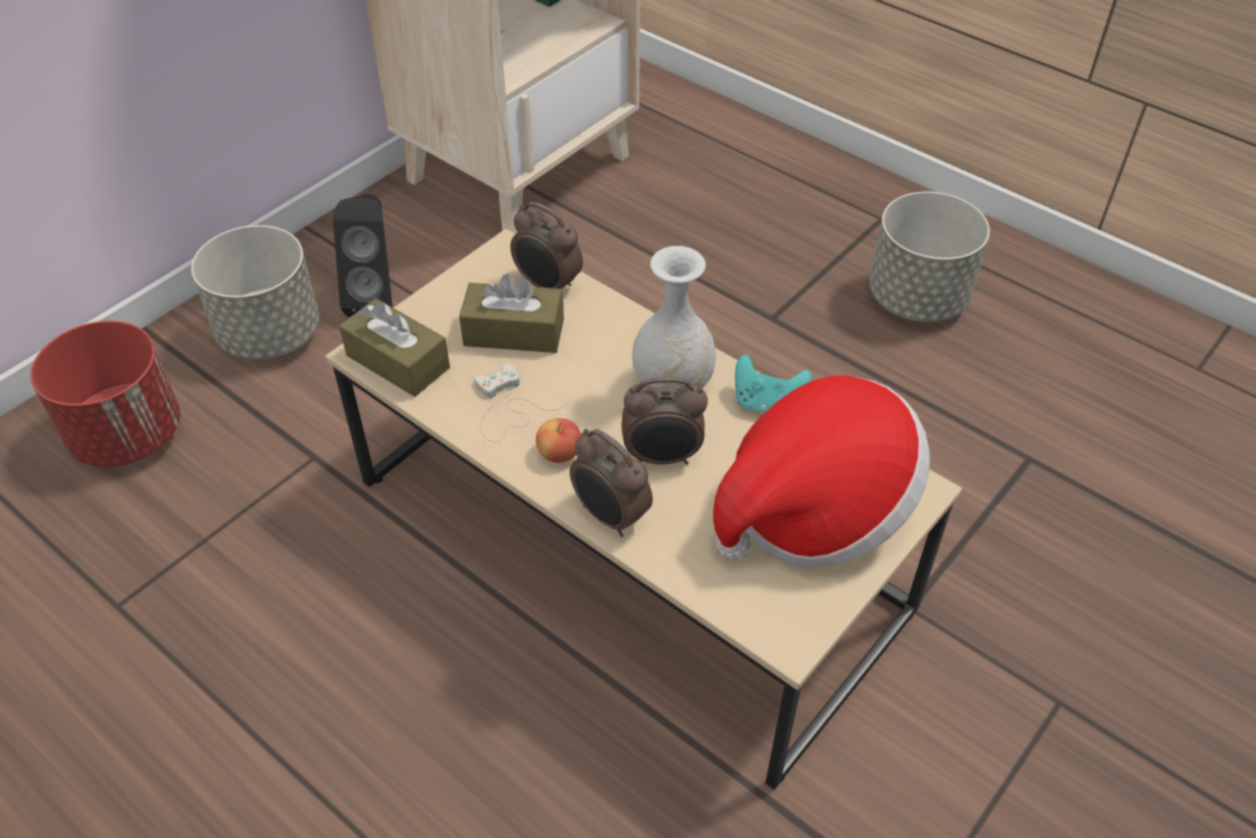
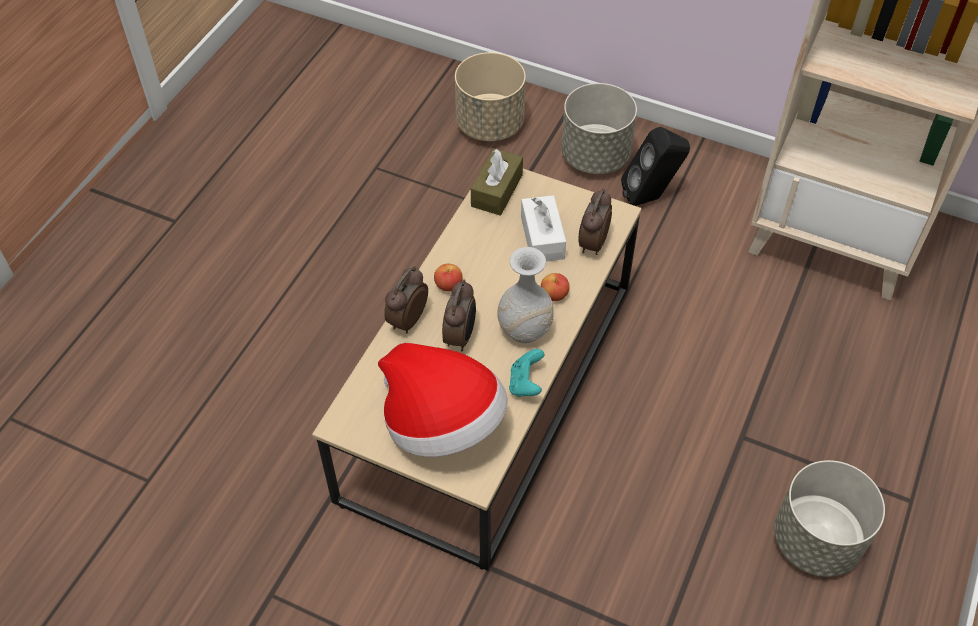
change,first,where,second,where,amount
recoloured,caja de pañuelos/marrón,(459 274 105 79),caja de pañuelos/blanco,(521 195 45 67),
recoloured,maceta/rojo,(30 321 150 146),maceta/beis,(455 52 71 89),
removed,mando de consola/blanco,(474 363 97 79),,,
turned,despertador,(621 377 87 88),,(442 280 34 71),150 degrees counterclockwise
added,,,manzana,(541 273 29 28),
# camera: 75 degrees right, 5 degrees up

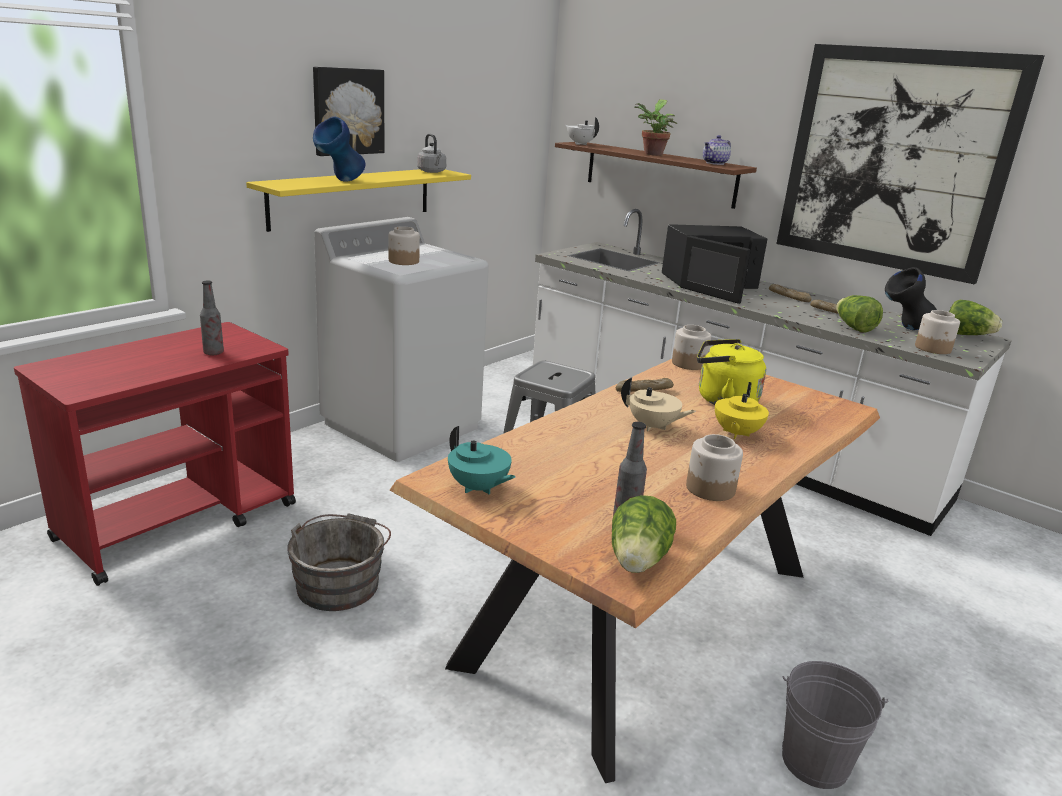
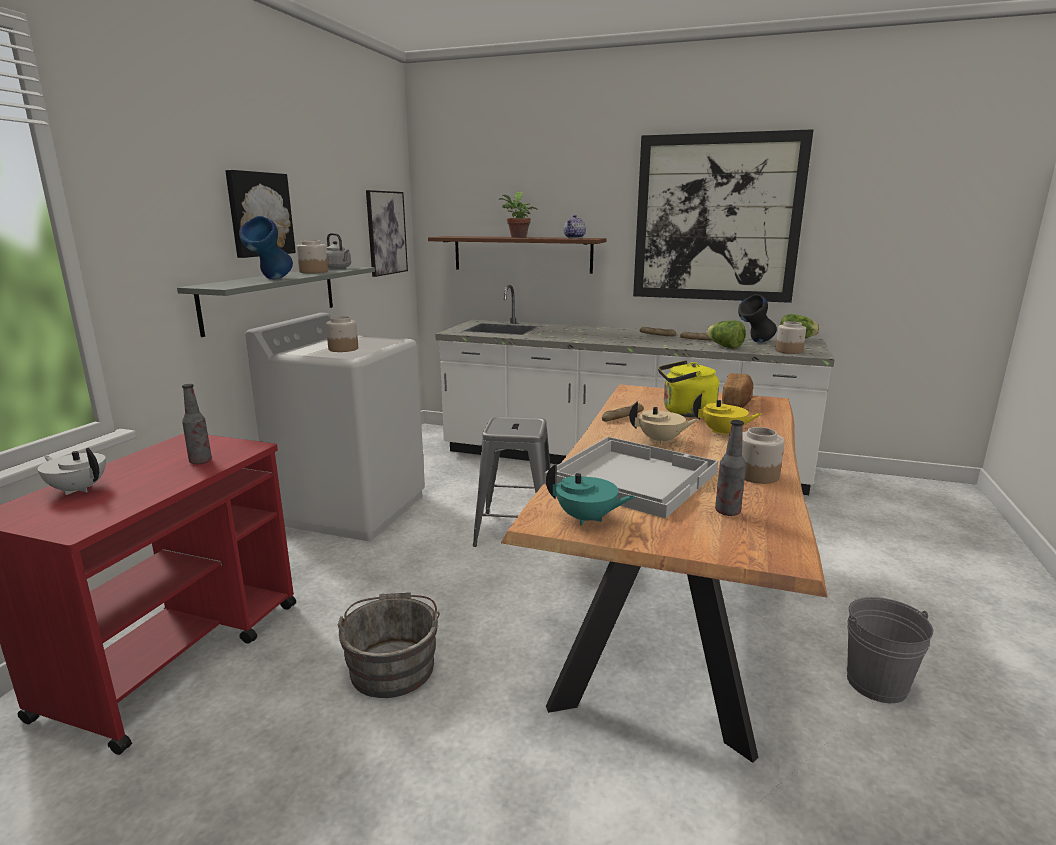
change,first,where,second,where,amount
moved,tetera/blanco,(565 117 34 28),,(38 448 68 47),
recoloured,estante/amarillo,(246 169 225 63),estante/gris,(177 267 198 70),
removed,microondas/negro,(662 224 105 80),,,
moved,tarro,(672 325 39 45),,(297 240 31 33),
turned,tetera/amarillo,(715 382 54 57),,(693 394 69 43),75 degrees counterclockwise
removed,lechuga,(612 495 64 78),,,
added,,,cuadro,(366 190 42 87),
added,,,pan,(722 373 32 35),
added,,,bandeja/blanco,(544 437 174 82),
# camera: 20 degrees left, 5 degrees down

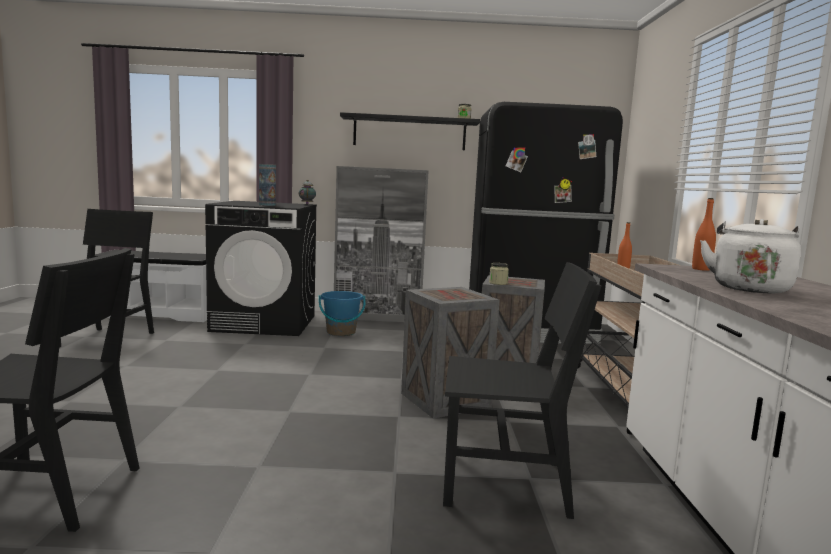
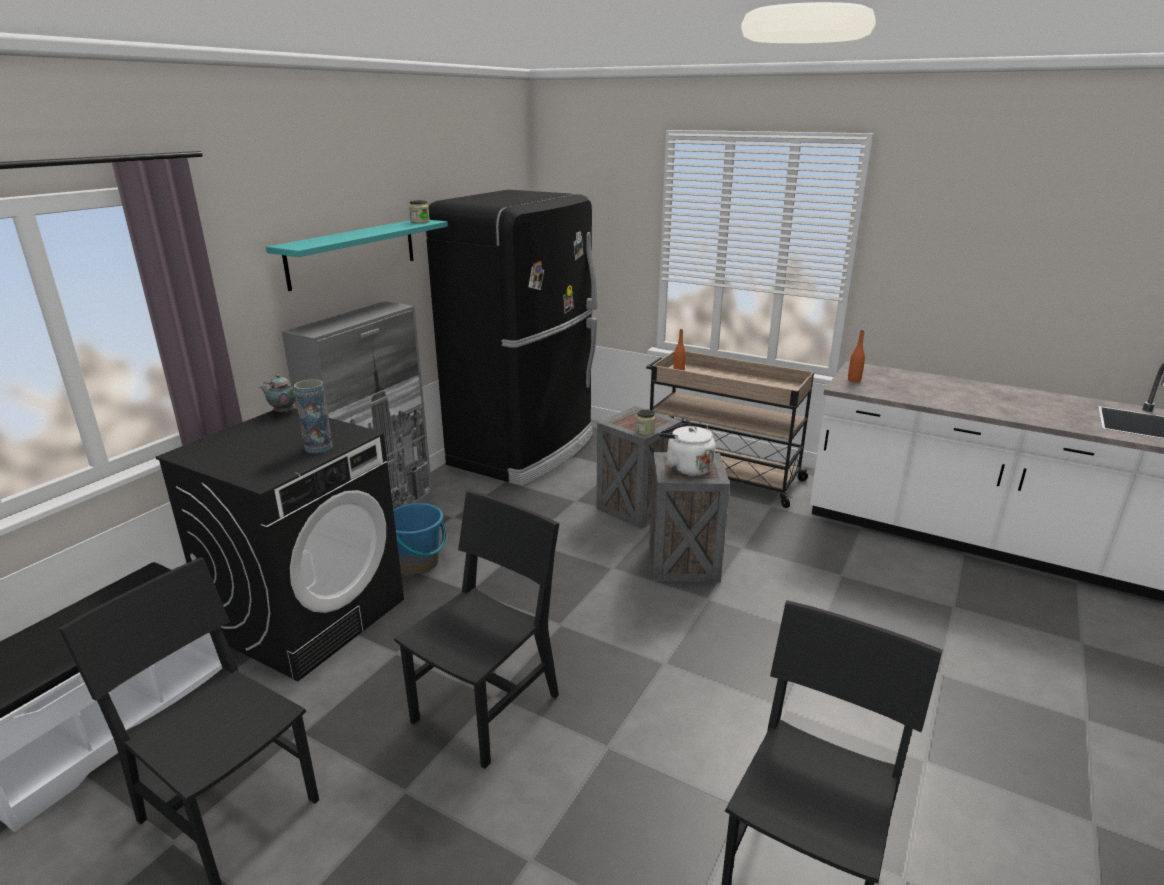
change,first,where,second,where,amount
recoloured,estante/negro,(340 112 140 38),estante/turquesa,(266 220 182 71),
moved,hervidor/blanco,(700 219 101 74),,(659 422 57 54),
moved,silla/negro,(443 262 158 257),,(394 490 166 279),
# camera: 60 degrees left, 15 degrees up

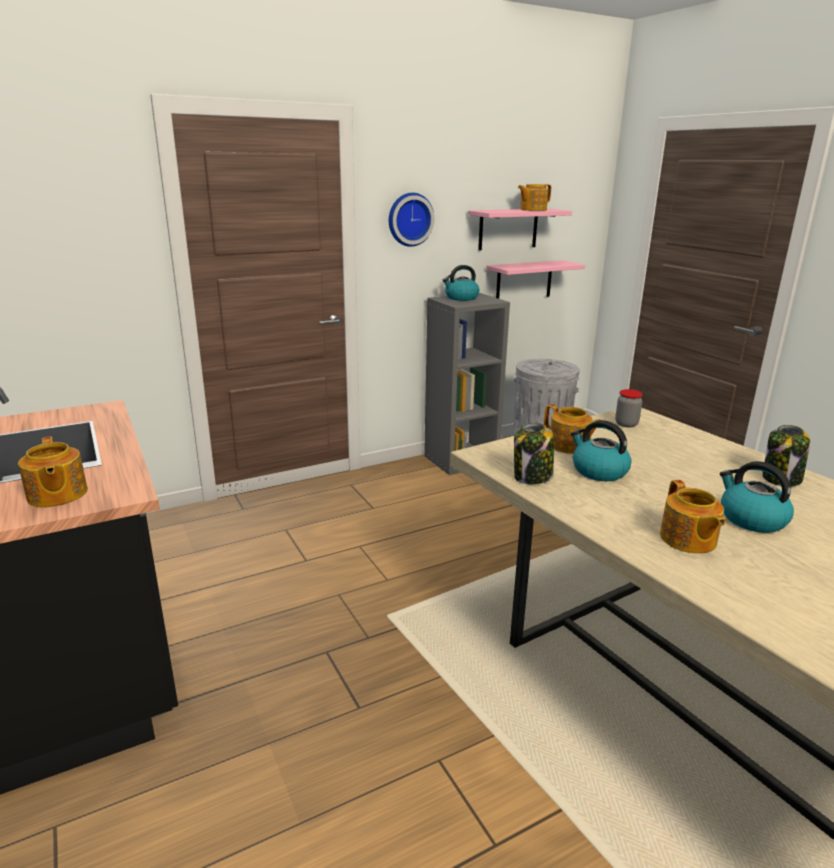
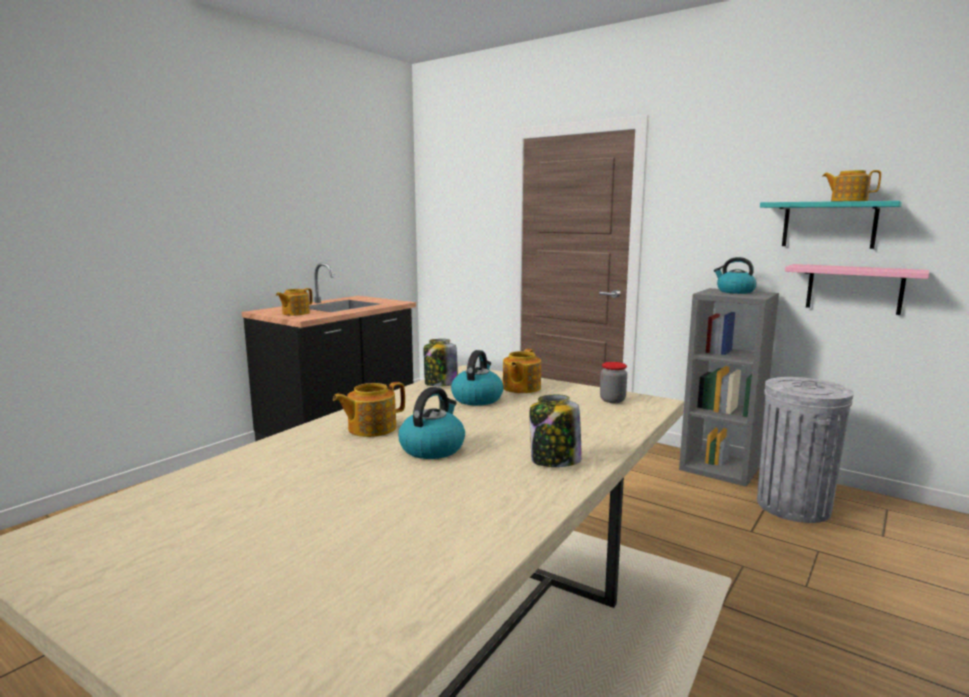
change,first,where,second,where,amount
removed,reloj de pared,(389 193 45 54),,,
recoloured,estante/rosa,(468 209 104 41),estante/turquesa,(760 201 142 48),
# camera: 65 degrees right, 10 degrees down

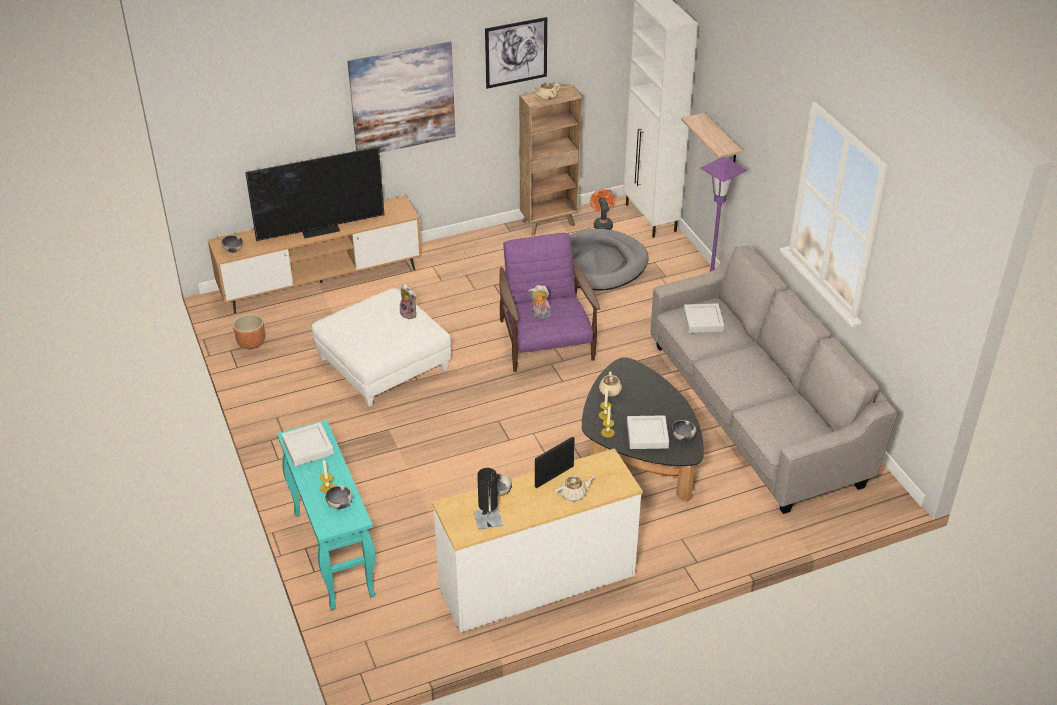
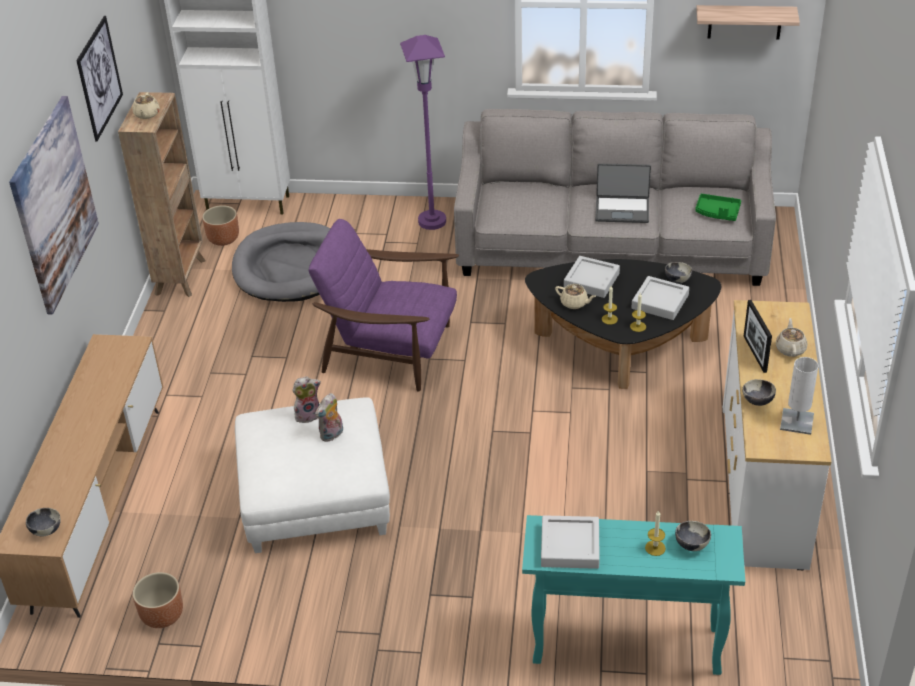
change,first,where,second,where,amount
moved,estante,(681 113 61 49),,(696 5 104 35),
removed,televisor,(245 147 139 94),,,
replaced,ventilador/naranja,(590 189 25 41),maceta/marrón,(202 205 37 41),
moved,peluche,(528 285 22 33),,(315 393 28 49),
moved,bandeja/gris,(683 303 41 30),,(564 256 56 42),
recoloured,lámpara de mesa/negro,(474 468 29 62),lámpara de mesa/blanco,(780 357 38 78),
added,,,portátil,(595 163 56 60),
added,,,bandeja/verde,(695 194 46 27),
# camera: 60 degrees left, 0 degrees up

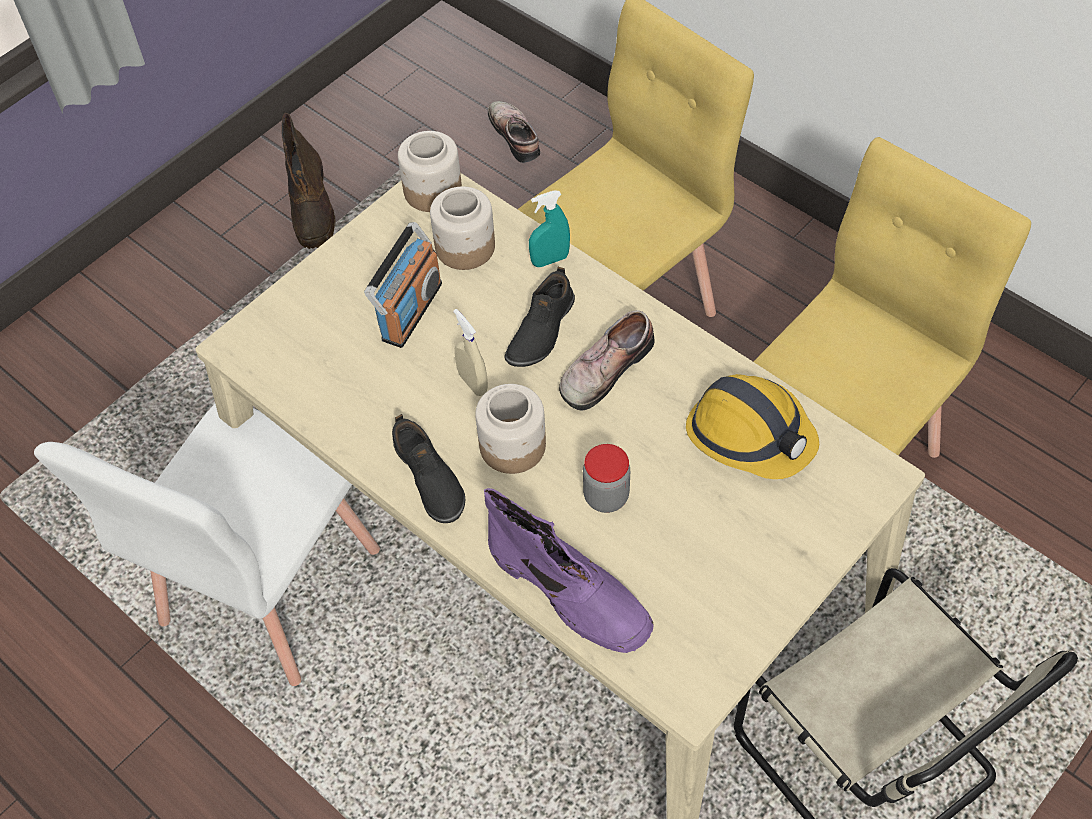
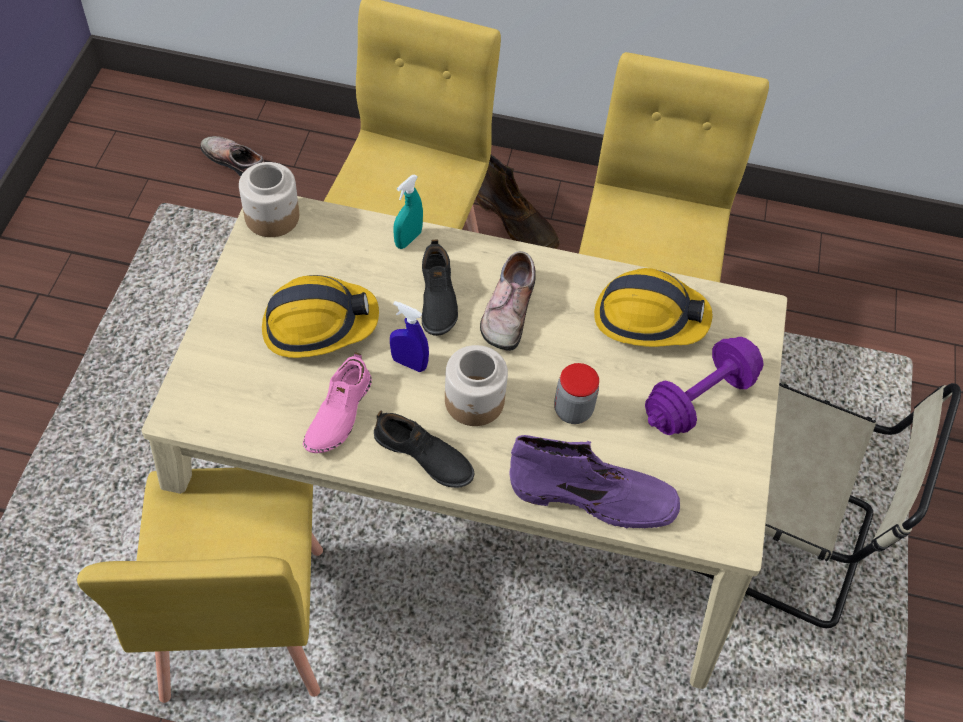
change,first,where,second,where,amount
moved,bota/marrón,(281 113 55 136),,(476 154 84 95),
removed,tarro,(430 187 65 83),,,
replaced,radio,(364 222 78 126),casco,(262 275 117 83),
recoloured,pulverizador/beis,(453 309 35 87),pulverizador/azul,(390 301 39 71),
recoloured,silla/blanco,(34 404 346 282),silla/amarillo,(77 468 246 235),
added,,,mancuerna/morado,(645 337 119 98),
added,,,zapato/rosa,(303 352 69 101),
# camera: 35 degrees left, 0 degrees up

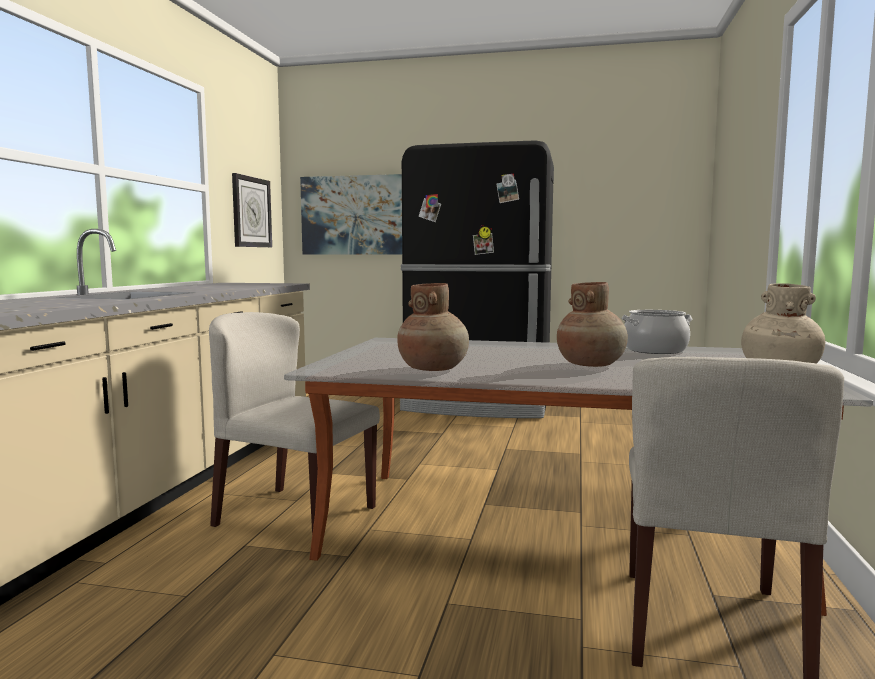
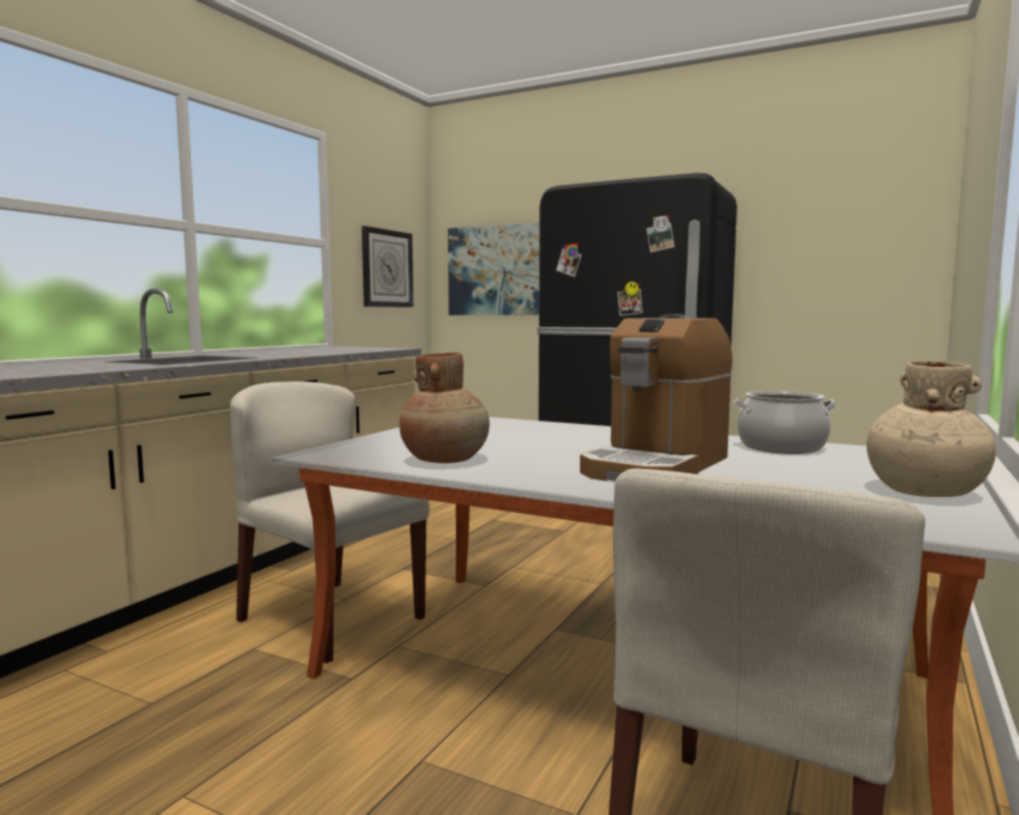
change,first,where,second,where,amount
replaced,florero/marrón,(557 282 71 85),cafetera,(580 314 152 167),
# camera: 15 degrees right, 0 degrees up

